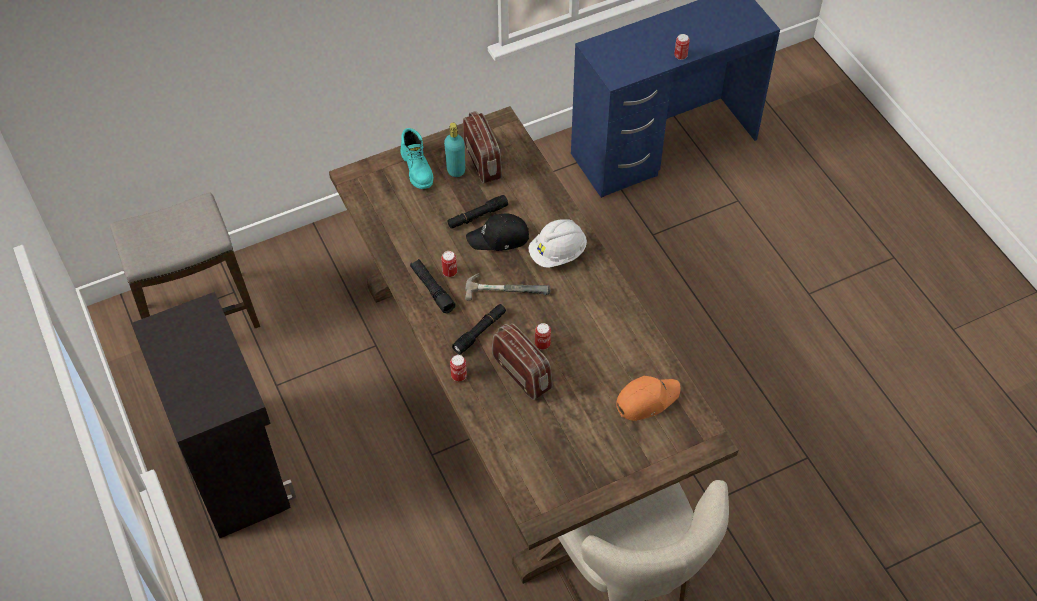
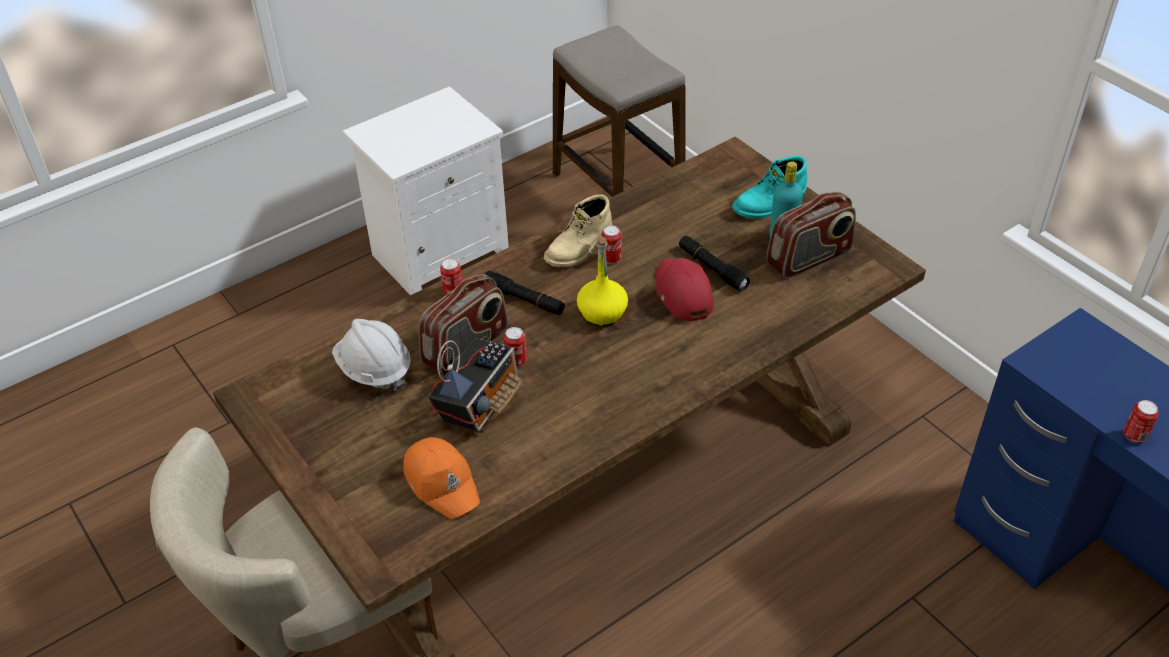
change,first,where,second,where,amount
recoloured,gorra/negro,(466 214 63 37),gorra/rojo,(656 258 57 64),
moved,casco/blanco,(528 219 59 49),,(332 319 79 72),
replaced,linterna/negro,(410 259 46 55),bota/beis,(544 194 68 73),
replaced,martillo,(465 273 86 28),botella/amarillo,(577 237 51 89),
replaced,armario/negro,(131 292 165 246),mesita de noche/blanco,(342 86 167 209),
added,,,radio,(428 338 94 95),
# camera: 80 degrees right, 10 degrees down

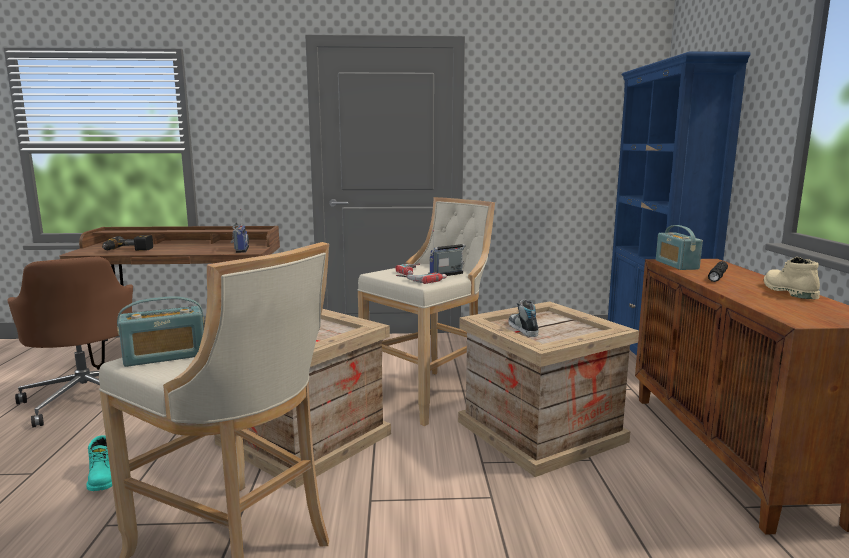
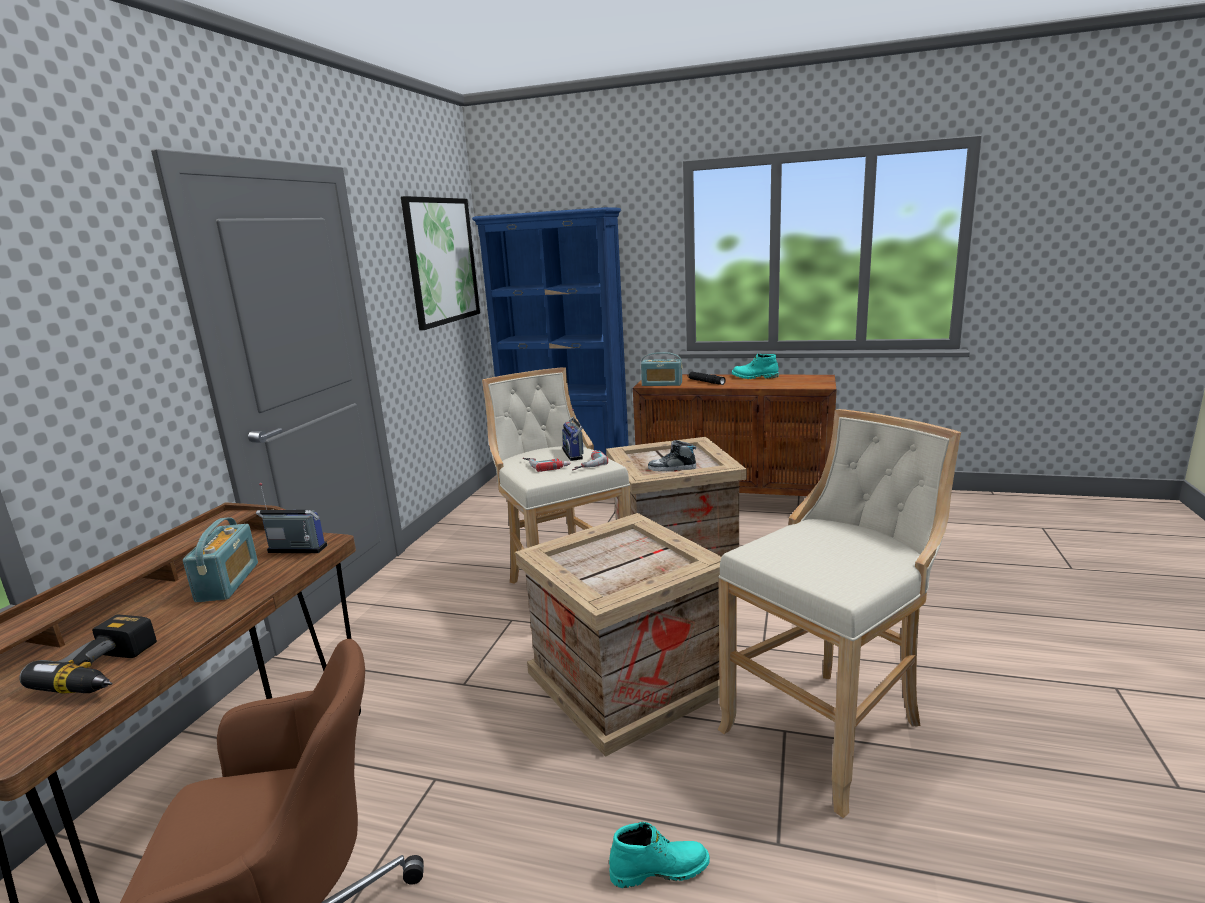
change,first,where,second,where,amount
recoloured,bota/beis,(764 257 56 42),bota/turquesa,(732 354 47 25),
moved,radio,(117 296 88 71),,(183 517 75 85),
added,,,cuadro,(401 196 79 134),
# camera: 70 degrees left, 5 degrees up

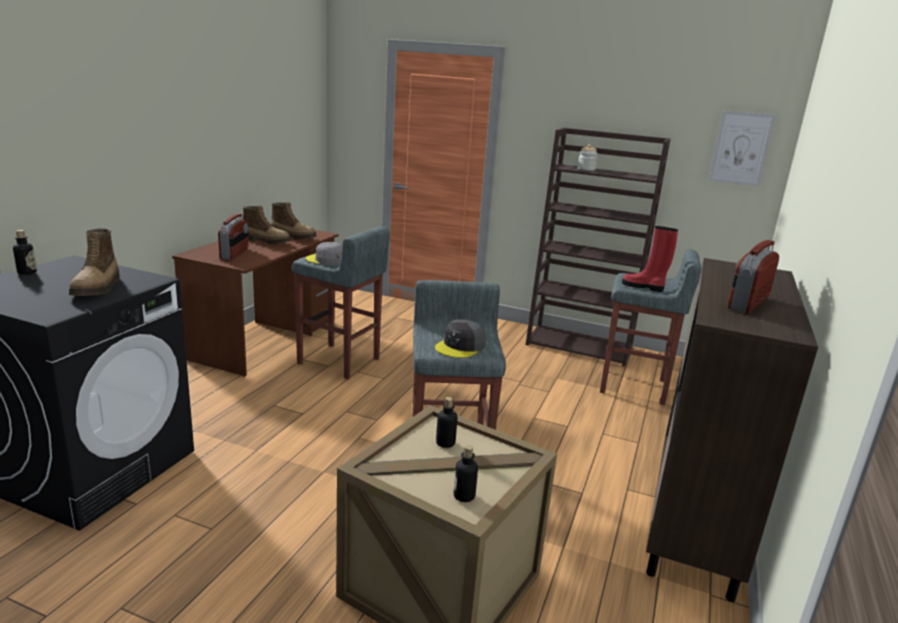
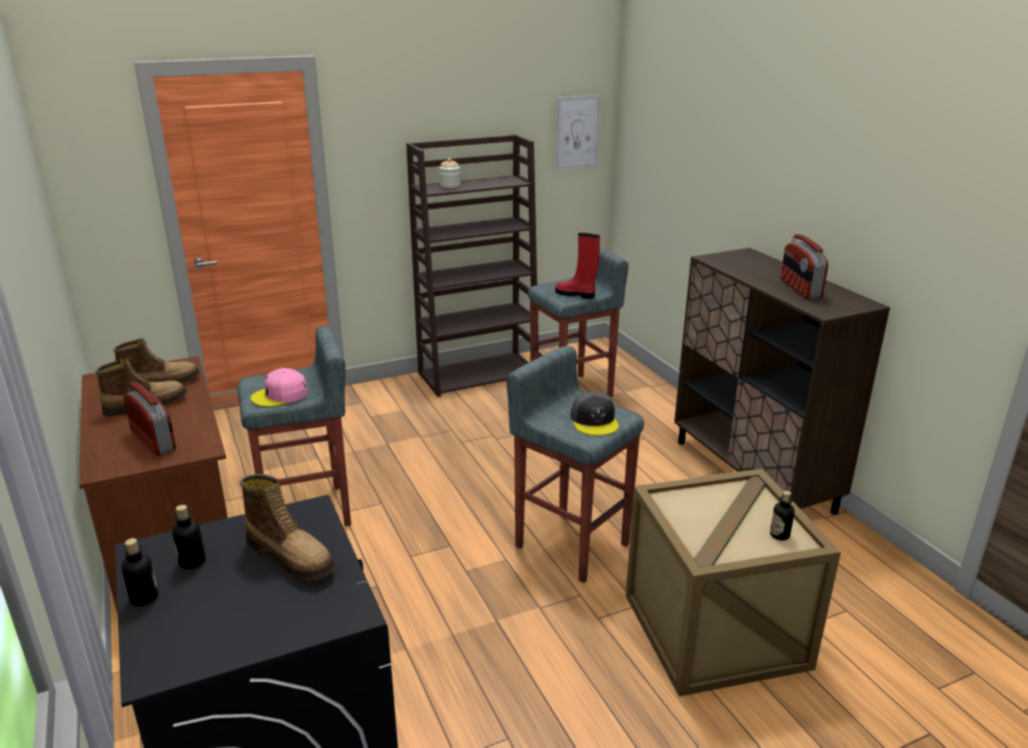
change,first,where,second,where,amount
turned,bota/rojo,(622 226 56 66),,(555 233 45 66),45 degrees clockwise
recoloured,gorra/gris,(306 242 37 23),gorra/rosa,(251 368 57 39),
moved,botella,(436 397 22 51),,(172 505 34 64),
# camera: 45 degrees left, 5 degrees up

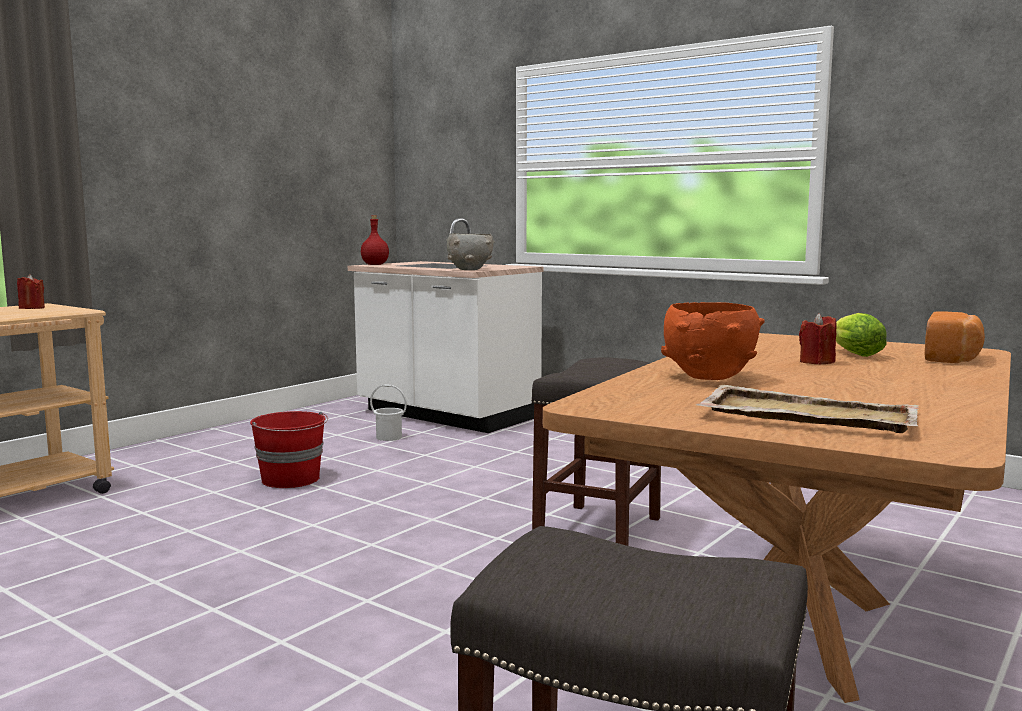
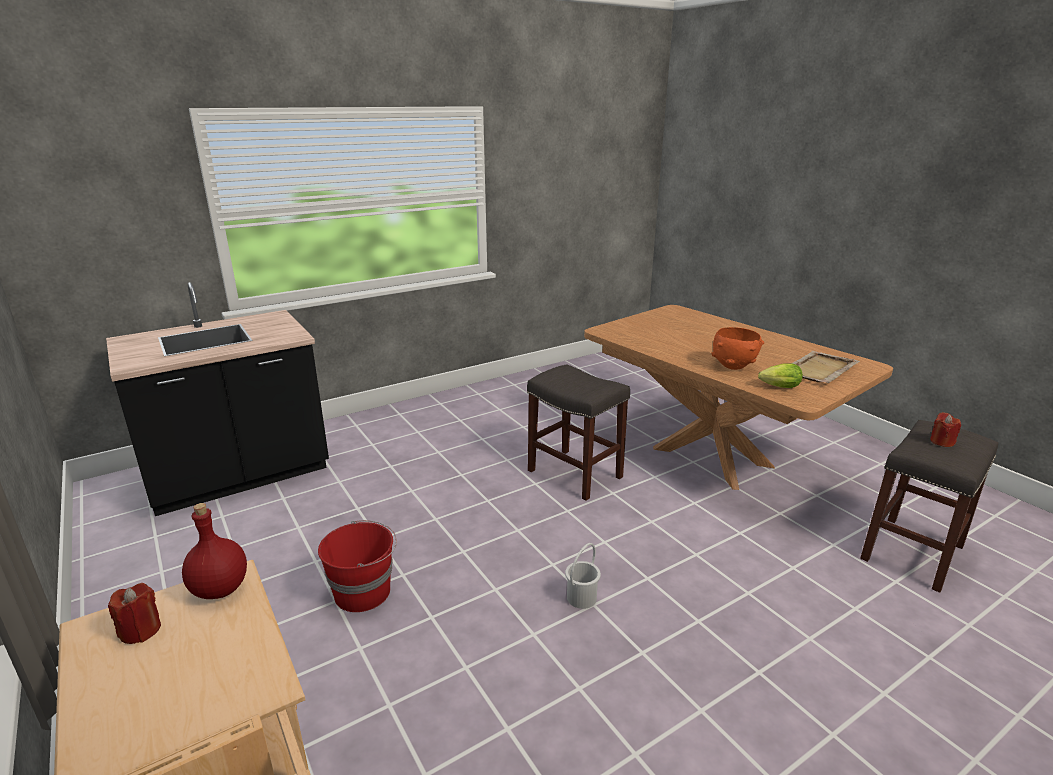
change,first,where,second,where,amount
moved,botella/rojo,(361 215 28 50),,(182 503 65 96),
recoloured,mueble bajo de cocina/blanco,(348 218 195 215),mueble bajo de cocina/negro,(106 282 223 234),
removed,cuenco/gris,(446 234 49 36),,,
removed,pan,(924 312 61 51),,,
moved,vela/rojo,(799 313 37 52),,(930 412 31 35),
moved,lechuga,(836 313 51 44),,(758 363 45 25),
moved,cubo/blanco,(370 384 37 57),,(565 543 36 66),
# camera: 70 degrees left, 15 degrees up

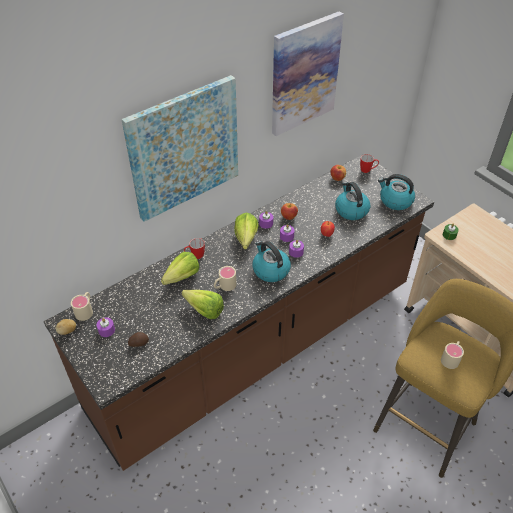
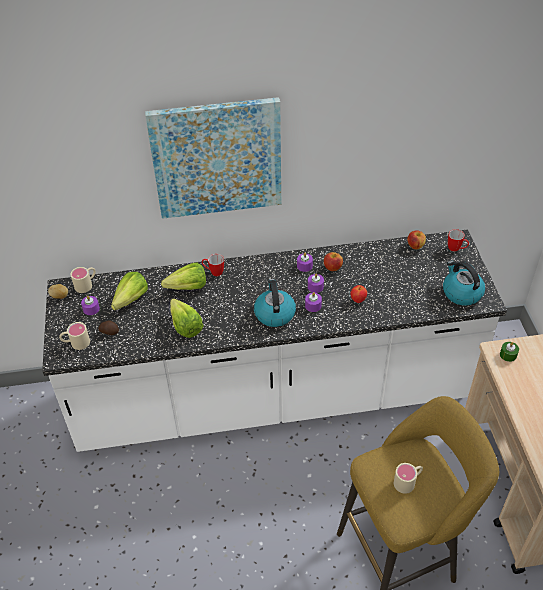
change,first,where,second,where,amount
removed,cuadro,(272 11 72 125),,,
recoloured,mueble bajo de cocina/marrón,(44 154 390 317),mueble bajo de cocina/blanco,(42 230 465 222),
removed,hervidor,(335 182 35 38),,,
moved,lechuga,(234 213 24 36),,(111 272 37 38),
moved,taza grande/beis,(214 266 22 25),,(59 322 31 28),
# camera: 30 degrees right, 0 degrees up

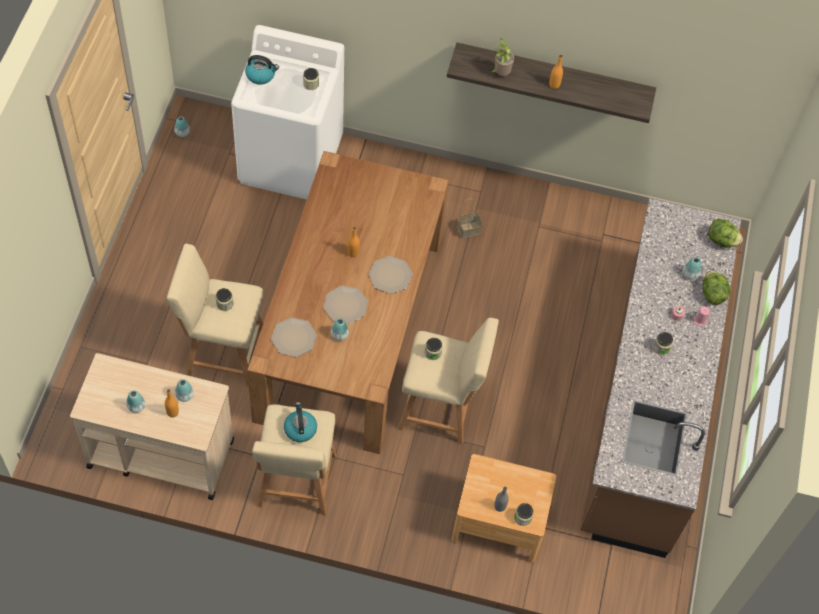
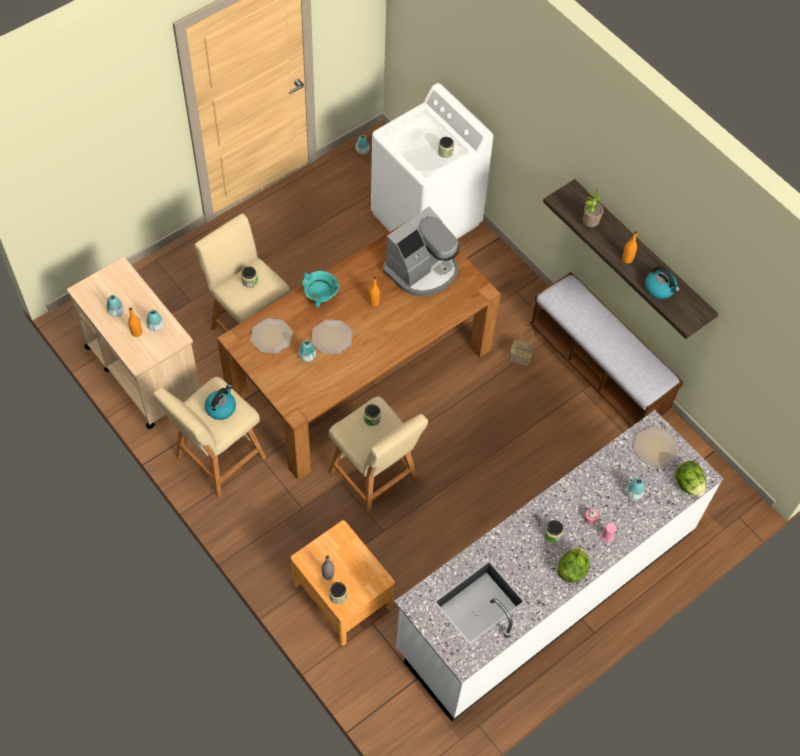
change,first,where,second,where,amount
moved,hervidor,(245 55 34 29),,(645 266 35 33),
recoloured,mueble bajo de cocina/marrón,(581 198 160 360),mueble bajo de cocina/blanco,(394 410 330 311),
moved,plato,(369 256 44 38),,(634 427 44 40),
moved,lechuga,(703 271 27 34),,(557 546 33 37),
added,,,cafetera,(383 207 76 90),
added,,,olla/turquesa,(302 271 37 36),
added,,,banco,(530 272 154 155),
# camera: 40 degrees right, 0 degrees up

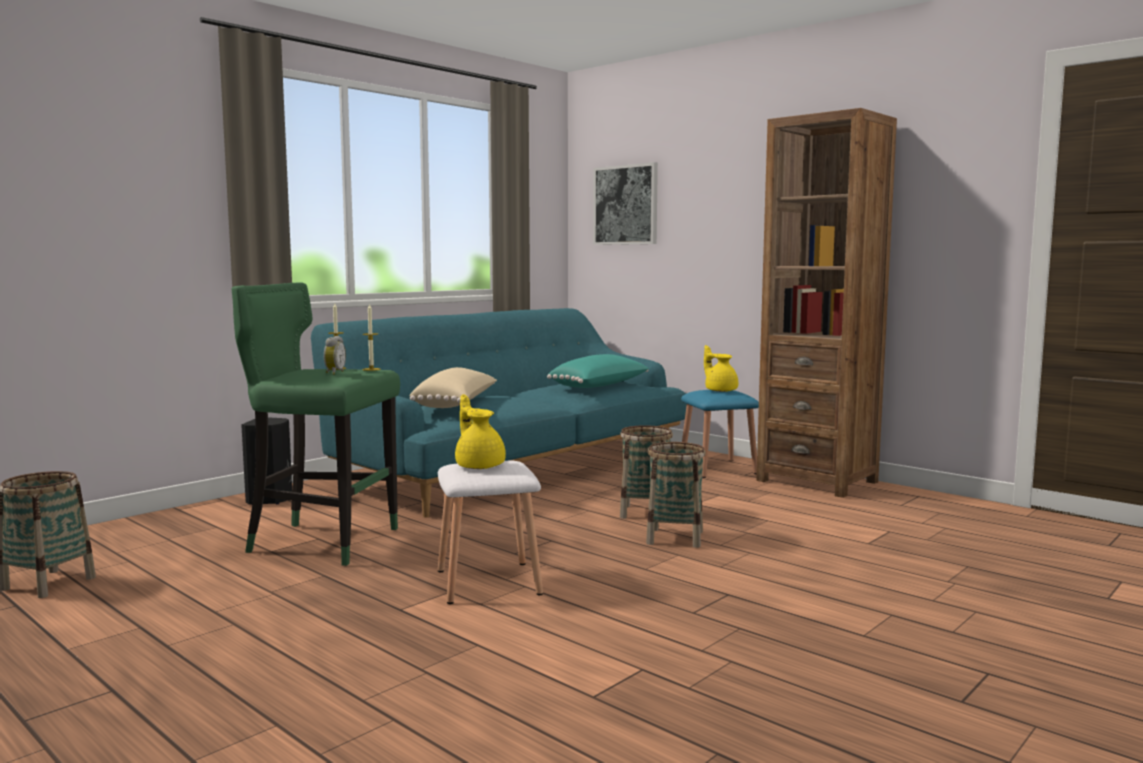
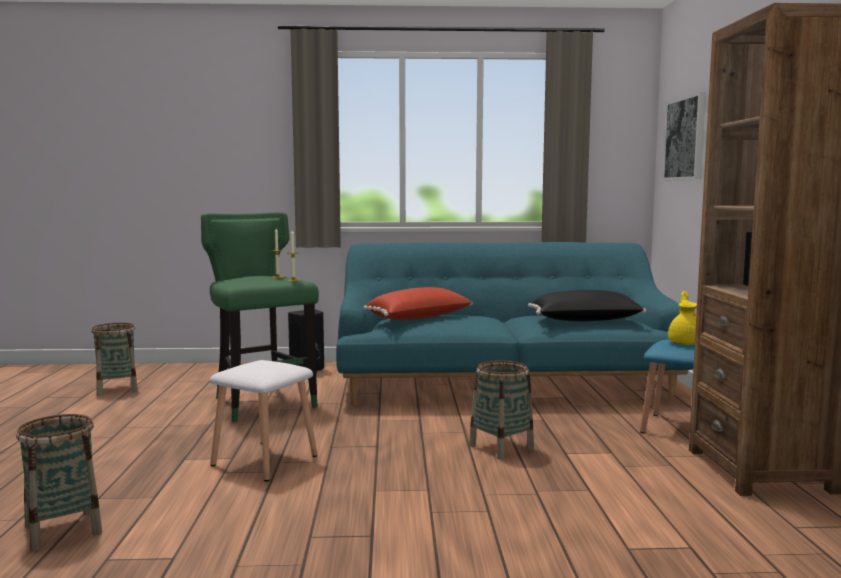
change,first,where,second,where,amount
removed,despertador,(324 336 22 39),,,
recoloured,cojín/turquesa,(547 354 102 34),cojín/negro,(528 290 118 31),
recoloured,cojín/beis,(409 367 88 41),cojín/rojo,(363 287 110 33),
removed,tetera/amarillo,(455 394 51 75),,,
moved,cesta,(646 442 60 106),,(16 414 86 137),
# camera: 45 degrees right, 0 degrees up

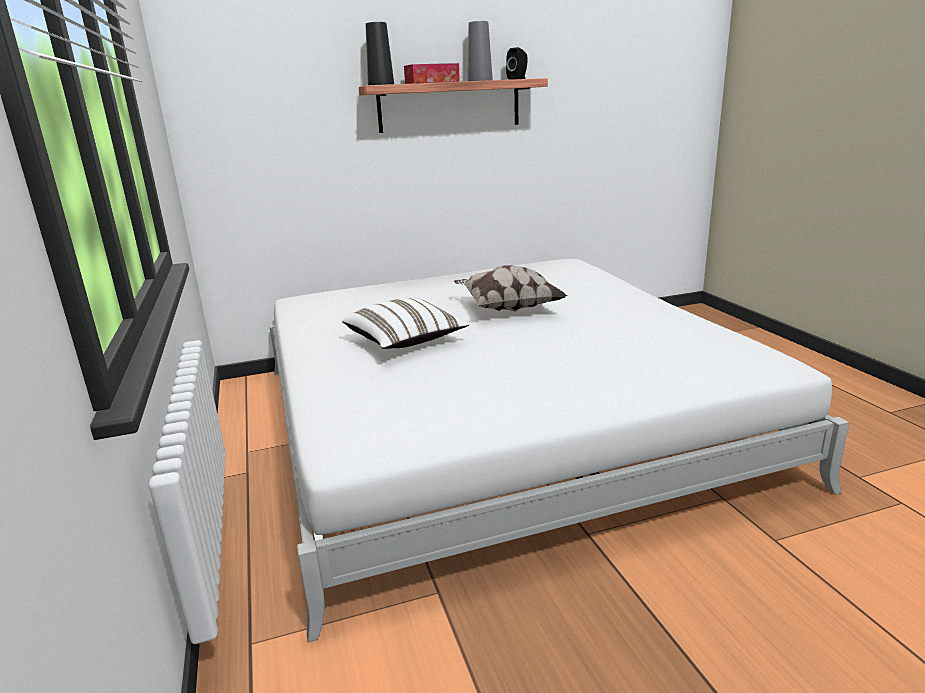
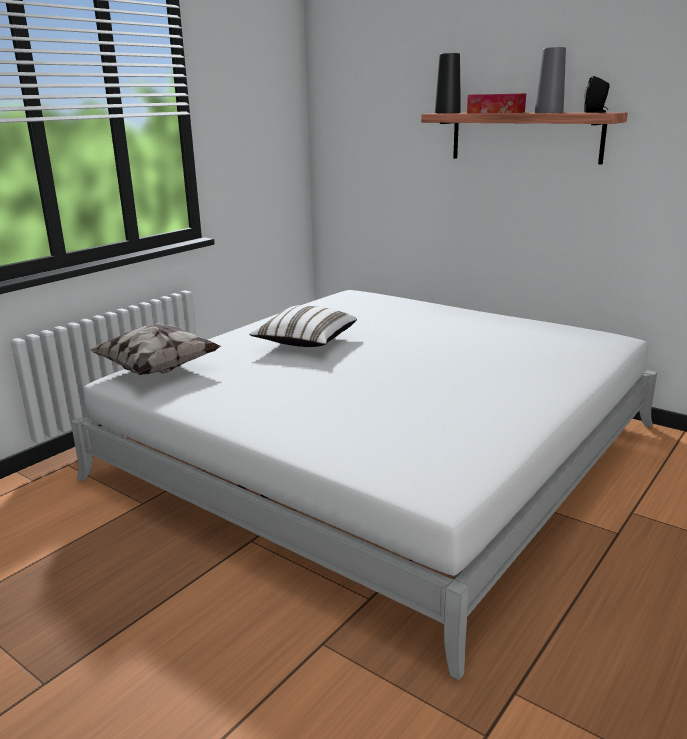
change,first,where,second,where,amount
moved,cojín,(454 266 113 46),,(88 323 133 52),
# camera: 55 degrees right, 0 degrees up

